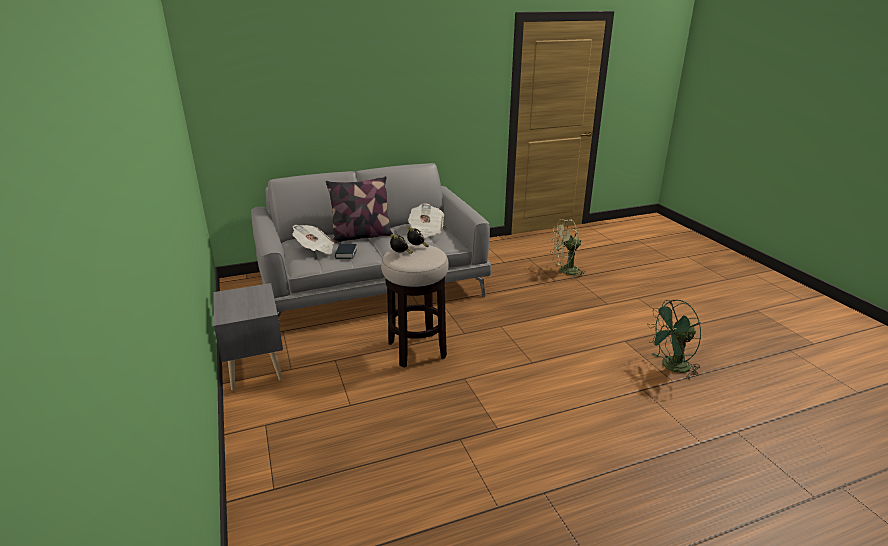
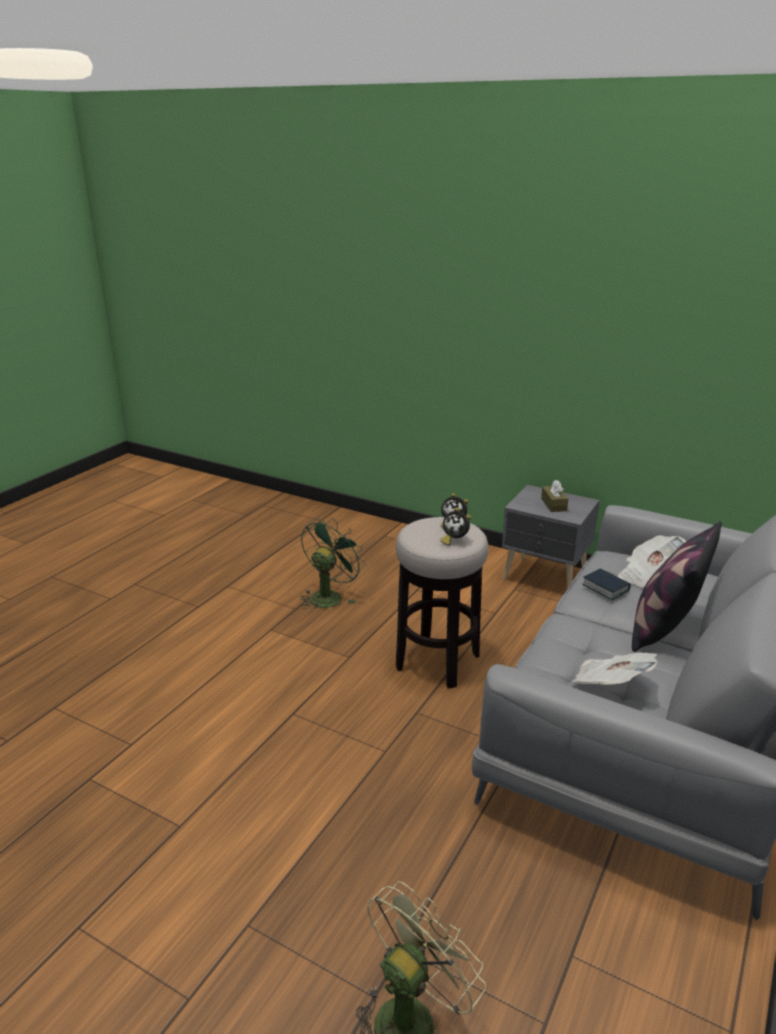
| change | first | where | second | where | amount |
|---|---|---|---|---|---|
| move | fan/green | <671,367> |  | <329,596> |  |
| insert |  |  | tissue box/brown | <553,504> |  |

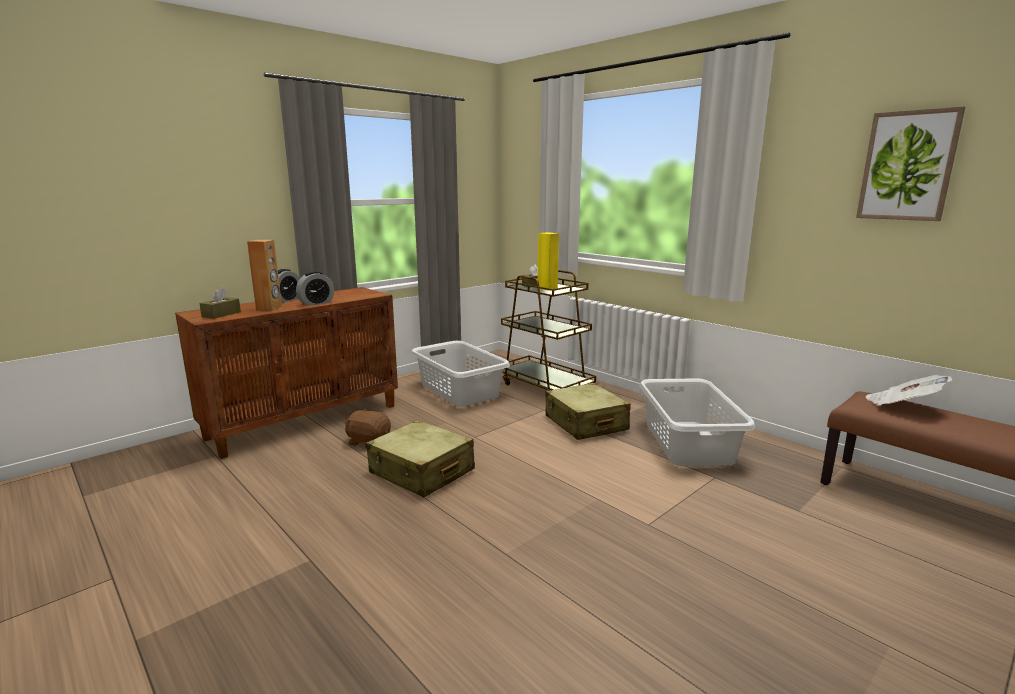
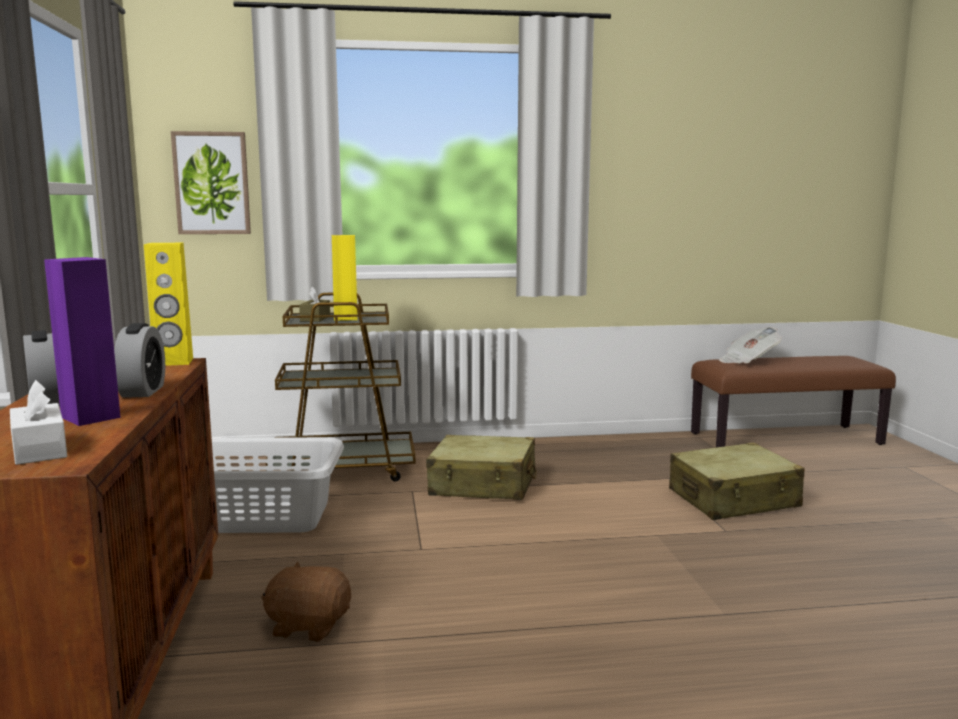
| change | first | where | second | where | amount |
|---|---|---|---|---|---|
| move | picture | <907,166> |  | <212,183> |  |
| recolor | speaker/brown | <269,308> | speaker/purple | <91,417> |  |
| recolor | tissue box/brown | <221,314> | tissue box/white | <39,449> |  |
| delete | laundry basket/grey | <687,443> |  |  |  |
| rotate | plush toy/brown | <368,441> |  | <308,626> | 45 degrees clockwise |
| move | suitcase/beige | <421,472> |  | <733,499> |  |
| insert |  |  | speaker/yellow | <173,362> |  |

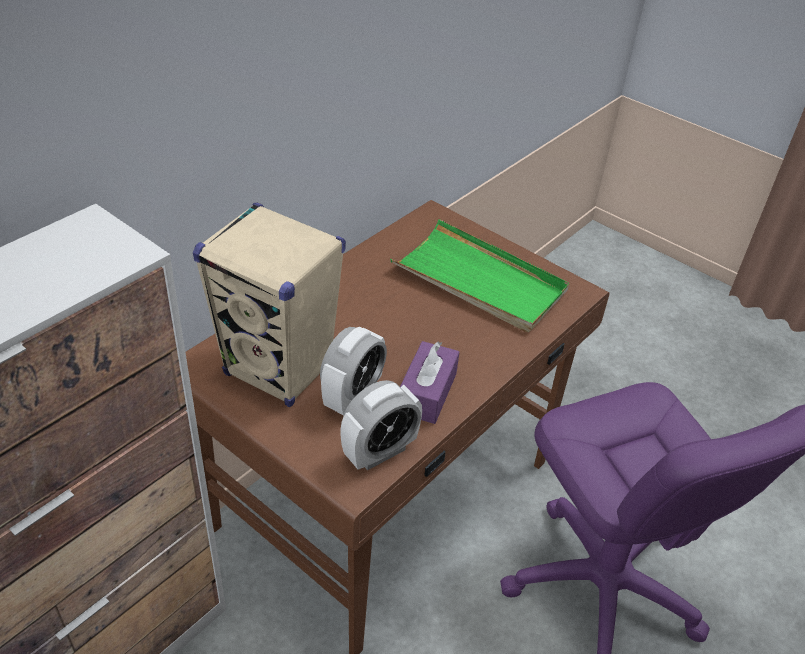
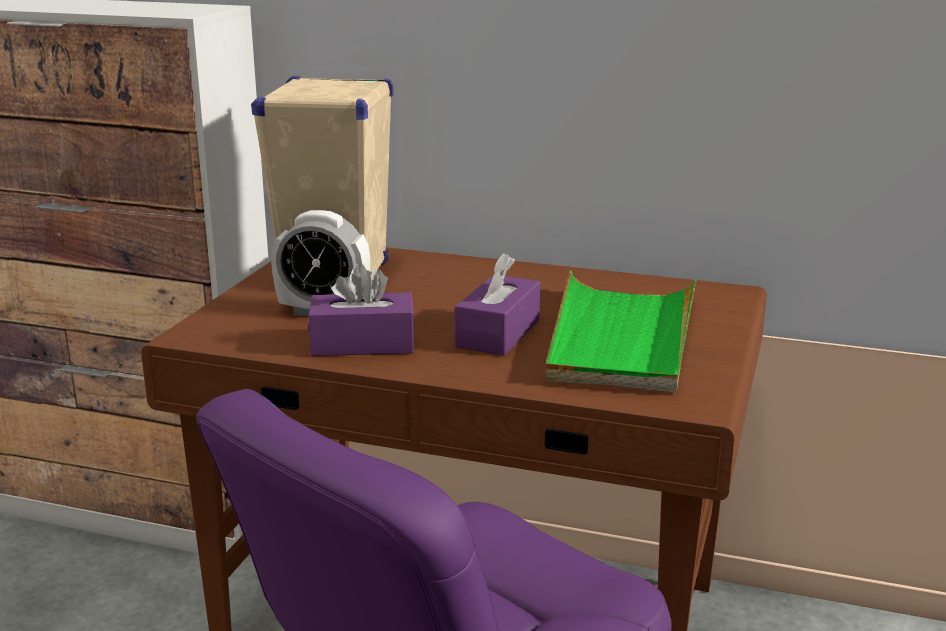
| change | first | where | second | where | amount |
|---|---|---|---|---|---|
| delete | alarm clock | <379,452> |  |  |  |
| insert |  |  | tissue box/purple | <498,333> |  |

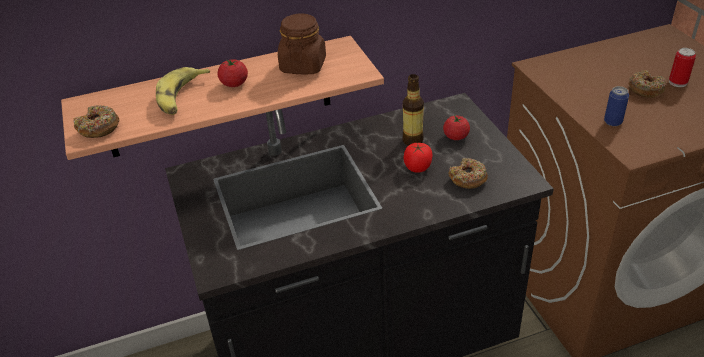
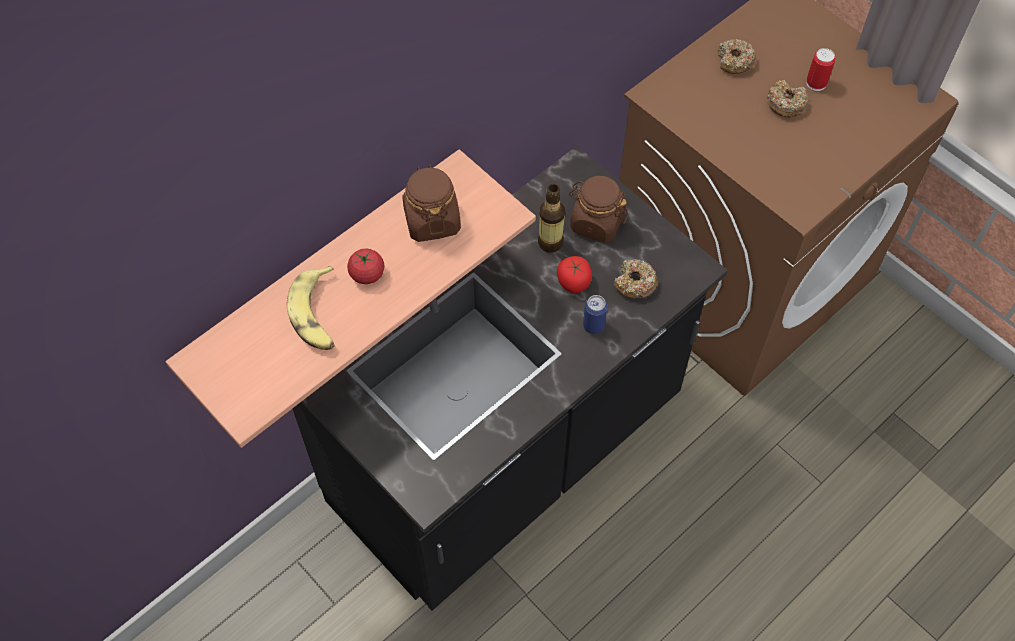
| change | first | where | second | where | amount |
|---|---|---|---|---|---|
| move | can | <613,122> |  | <593,326> |  |
| move | donut | <99,128> |  | <734,61> |  |
| replace | tomato | <456,136> | jar/brown | <596,222> |  |

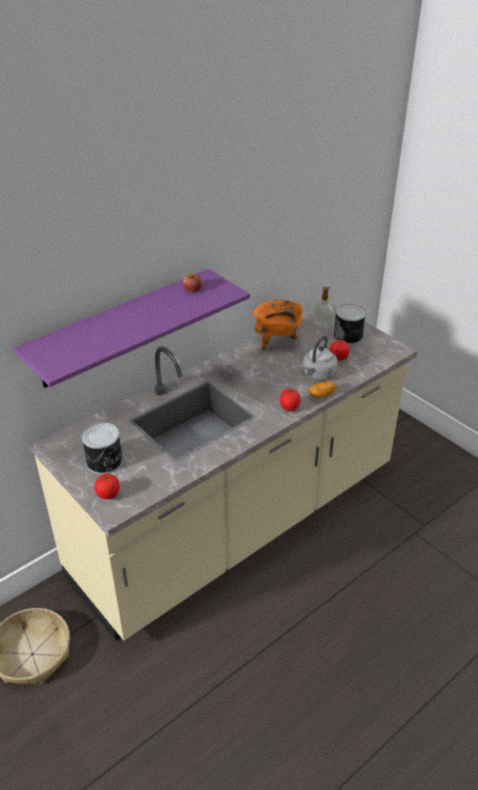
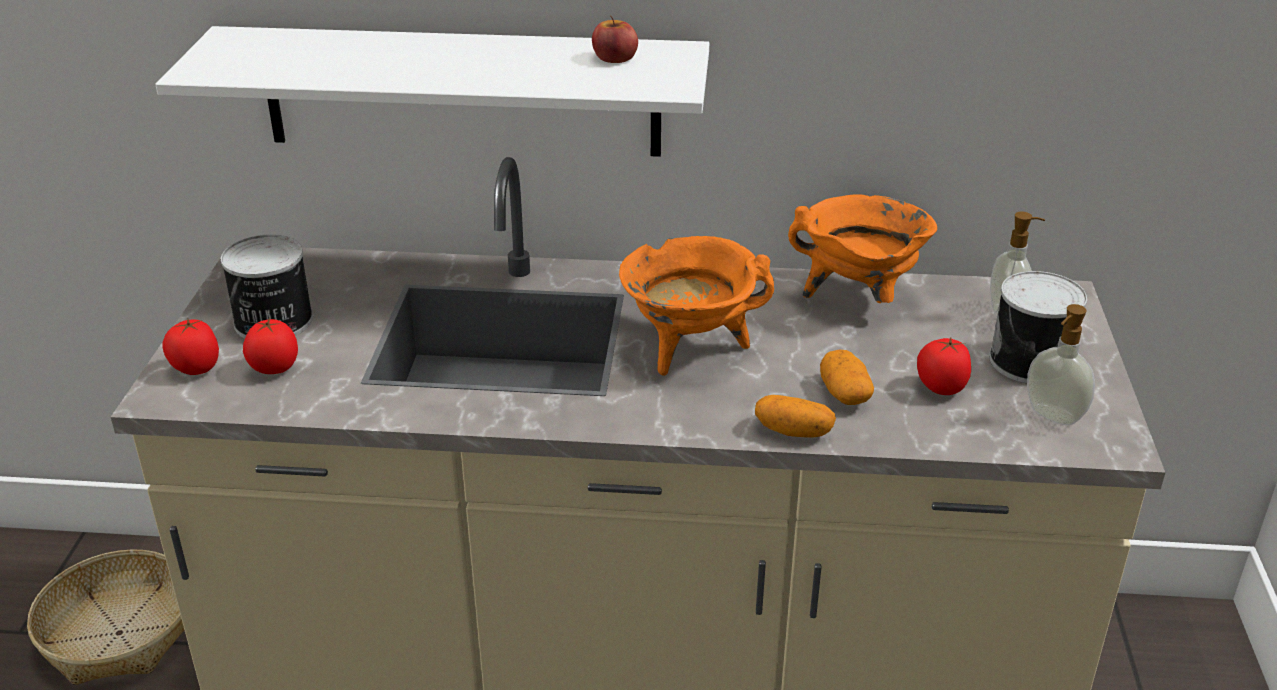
| change | first | where | second | where | amount |
|---|---|---|---|---|---|
| recolor | shelf/purple | <121,328> | shelf/white | <461,91> |  |
| replace | kettle/grey | <318,375> | potato | <844,394> |  |
| move | tomato | <289,408> |  | <274,369> |  |
| insert |  |  | cooking pot/orange | <690,349> |  |
| insert |  |  | soap dispenser | <1052,416> |  |

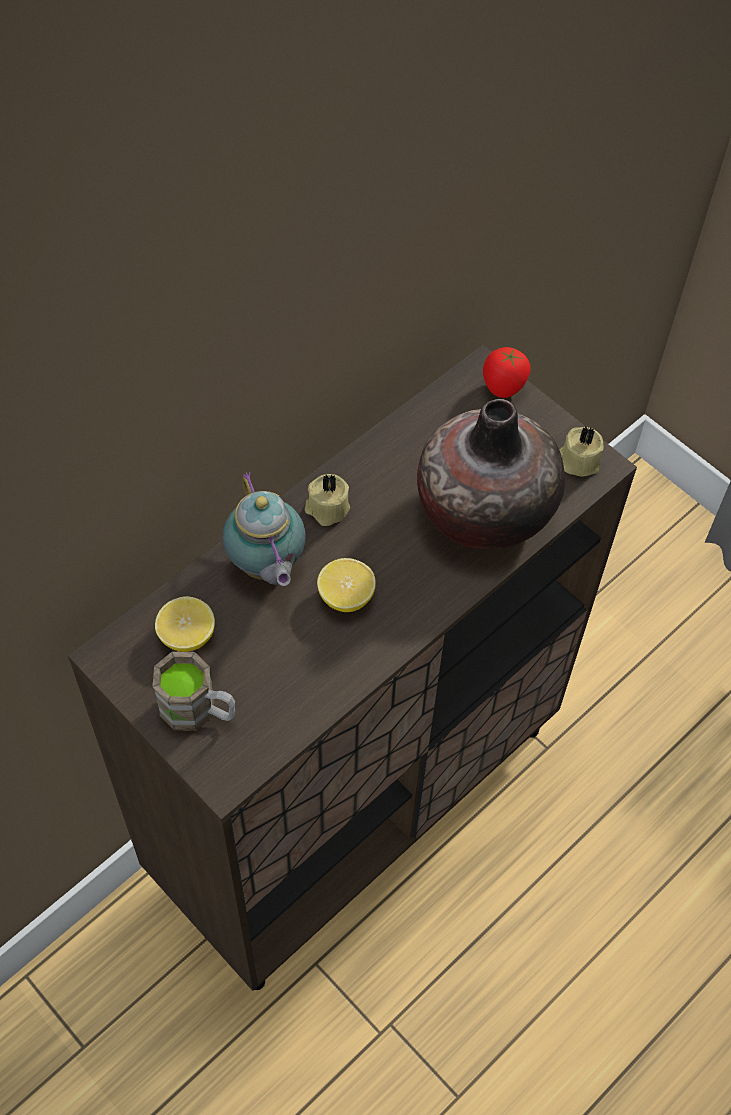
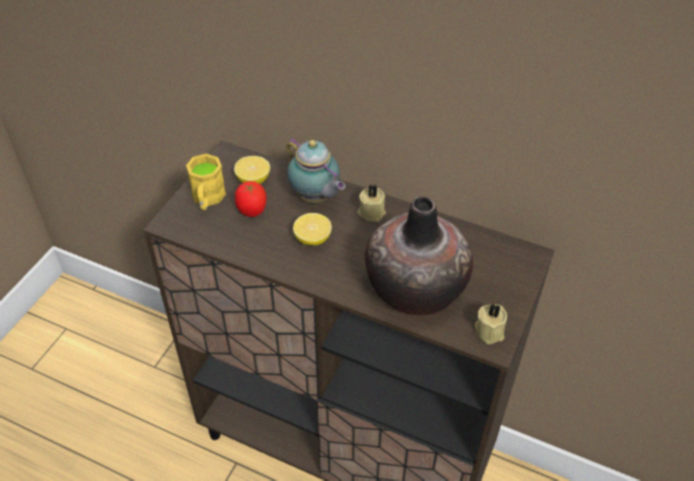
| change | first | where | second | where | amount |
|---|---|---|---|---|---|
| move | tomato | <503,389> |  | <252,212> |  |
| rotate | teapot | <266,566> |  | <315,198> | 90 degrees counterclockwise |
| recolor | mug/brown | <199,710> | mug/yellow | <207,199> |  |

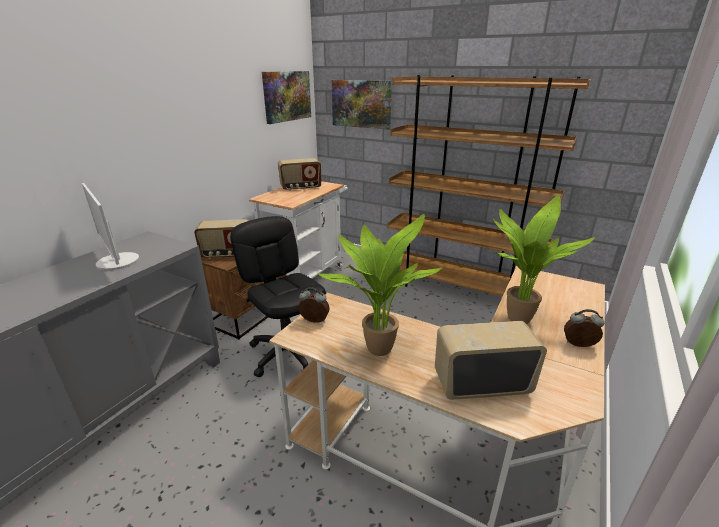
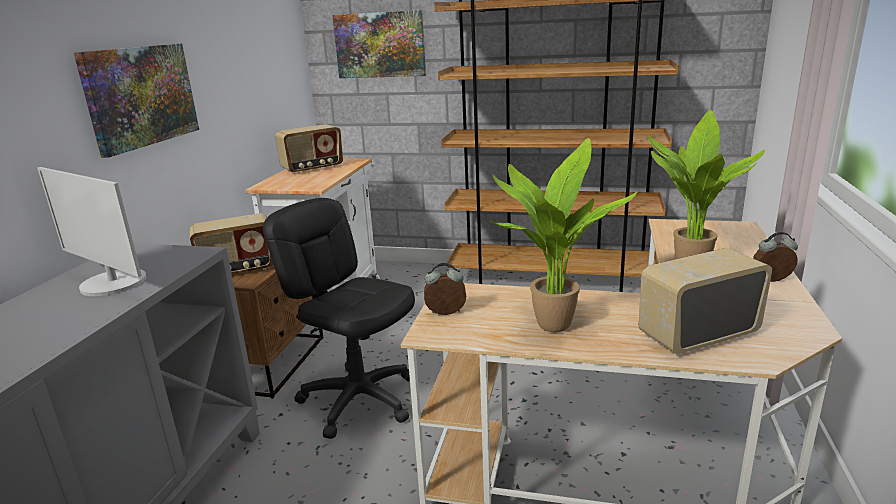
| change | first | where | second | where | amount |
|---|---|---|---|---|---|
| move | picture | <287,96> |  | <141,96> |  |

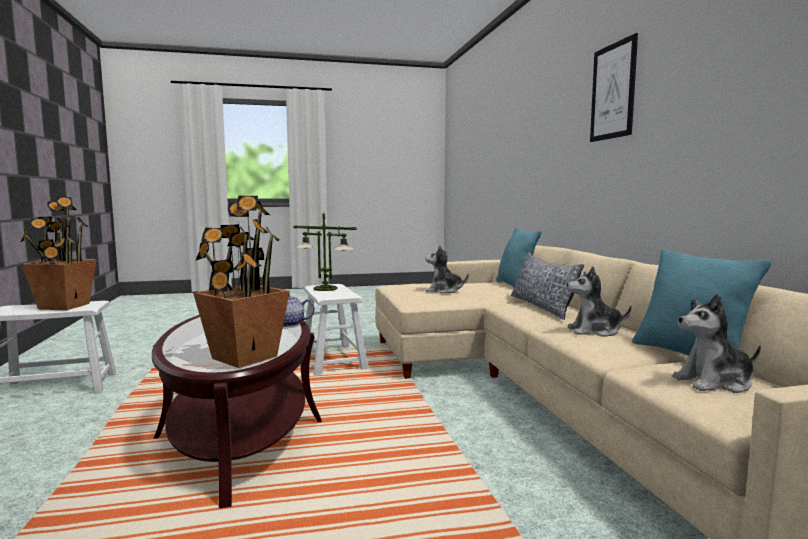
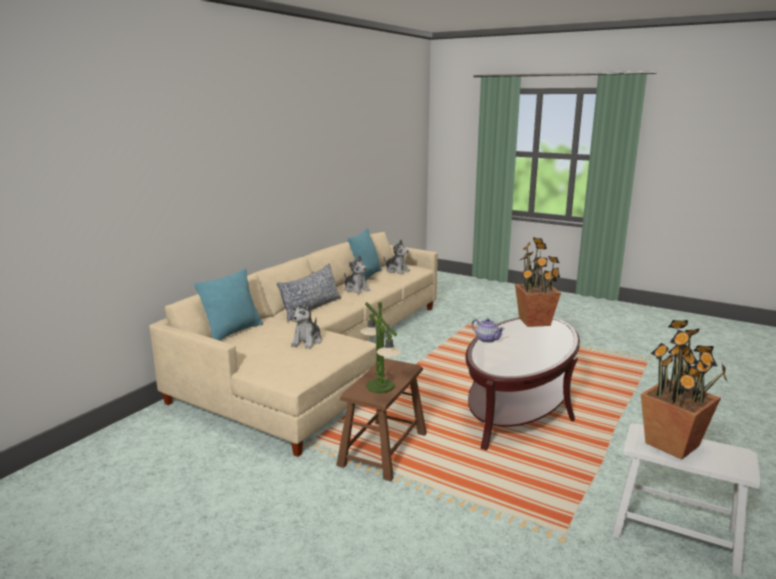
| change | first | where | second | where | amount |
|---|---|---|---|---|---|
| delete | picture | <613,91> |  |  |  |
| rotate | plush toy | <444,291> |  | <307,341> | 45 degrees clockwise |
| recolor | stool/white | <333,359> | stool/brown | <383,449> |  |

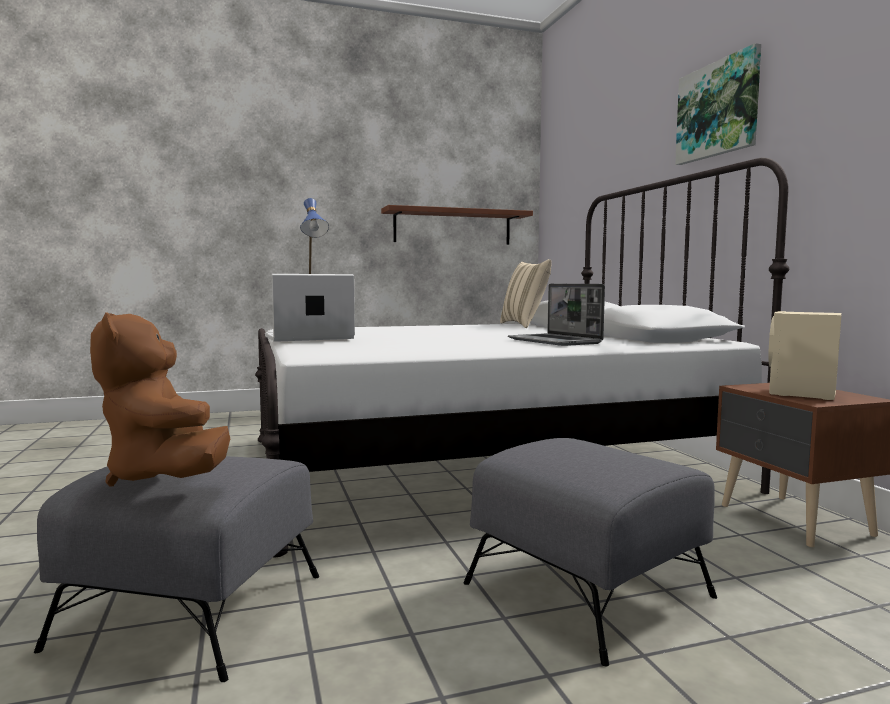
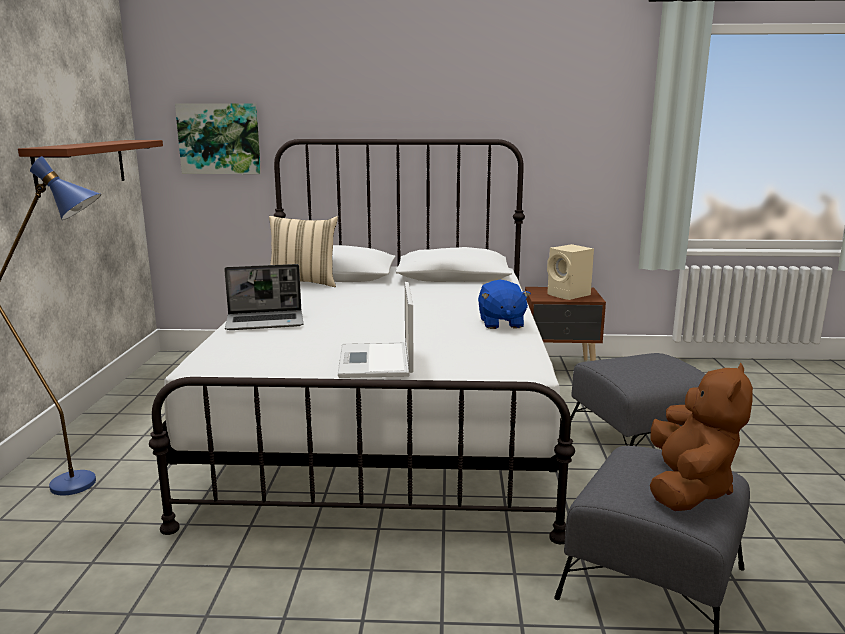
| change | first | where | second | where | amount |
|---|---|---|---|---|---|
| move | picture | <718,109> |  | <219,139> |  |
| move | laptop | <555,341> |  | <266,322> |  |
| rotate | plush toy/brown | <165,477> |  | <688,488> | 60 degrees counterclockwise |
| insert |  |  | plush toy/blue | <500,323> |  |

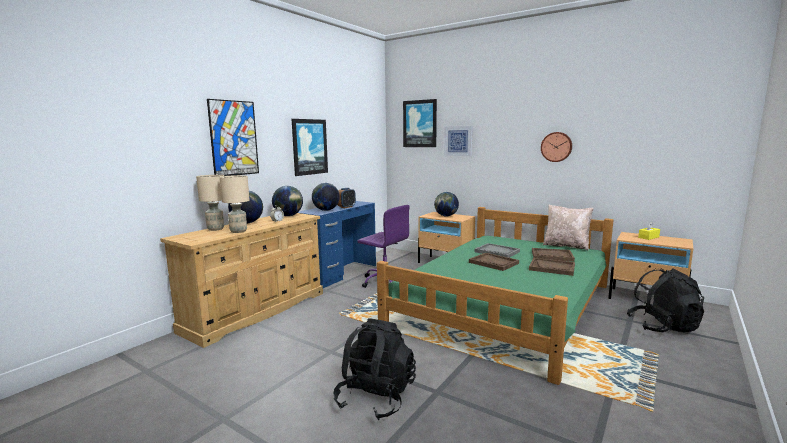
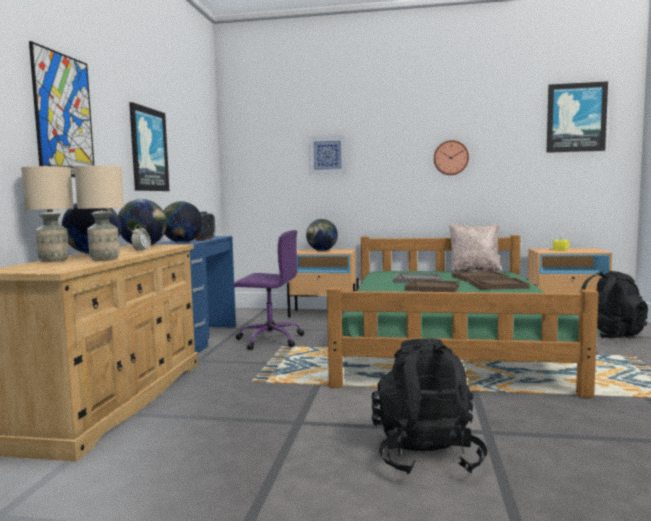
| change | first | where | second | where | amount |
|---|---|---|---|---|---|
| move | picture | <420,123> |  | <576,117> |  |

